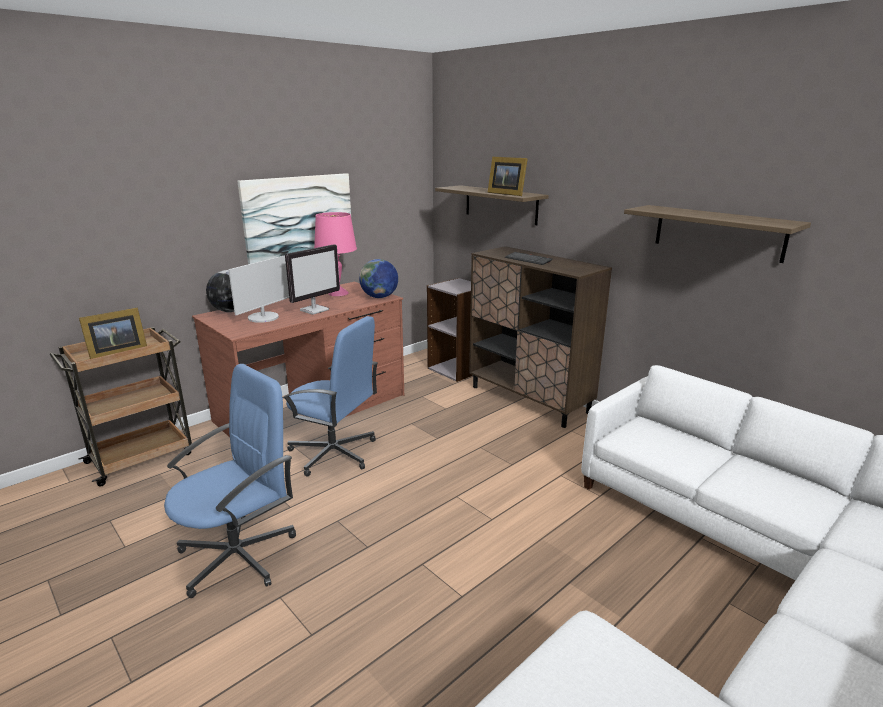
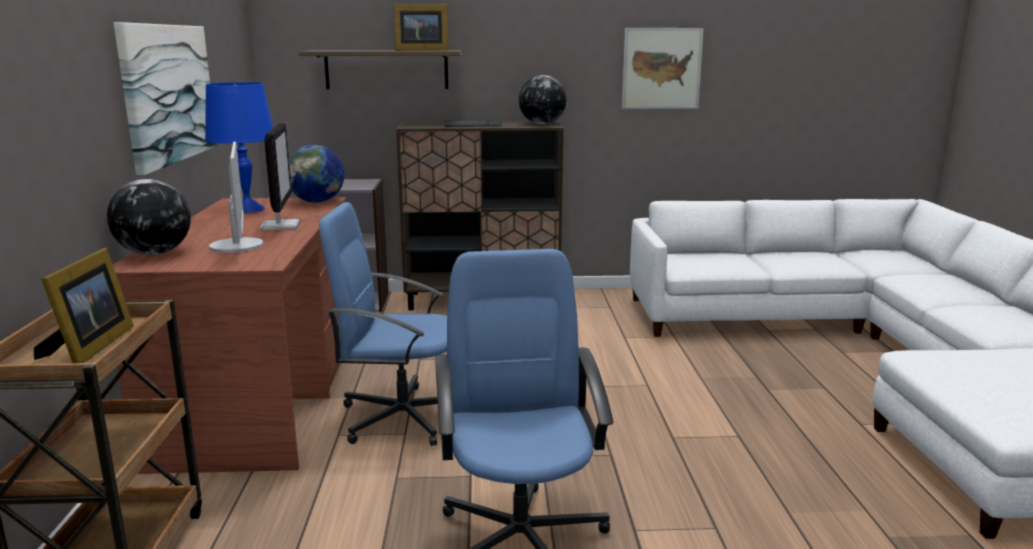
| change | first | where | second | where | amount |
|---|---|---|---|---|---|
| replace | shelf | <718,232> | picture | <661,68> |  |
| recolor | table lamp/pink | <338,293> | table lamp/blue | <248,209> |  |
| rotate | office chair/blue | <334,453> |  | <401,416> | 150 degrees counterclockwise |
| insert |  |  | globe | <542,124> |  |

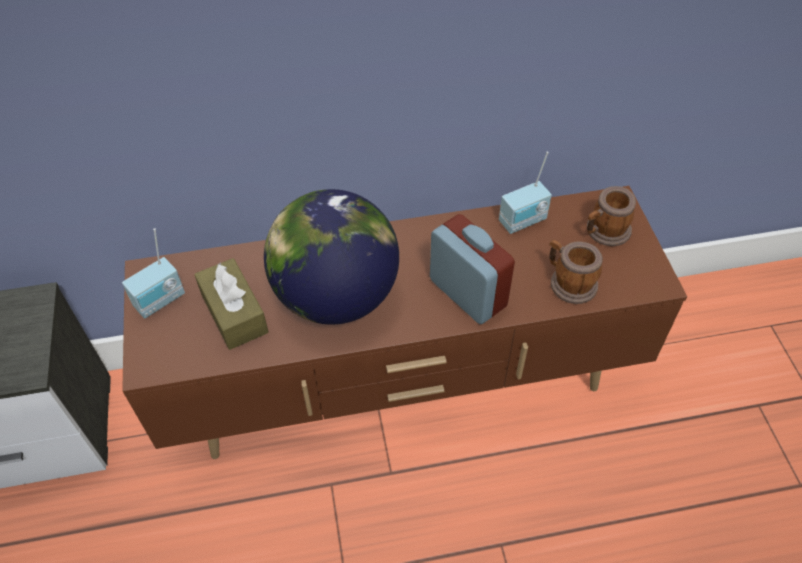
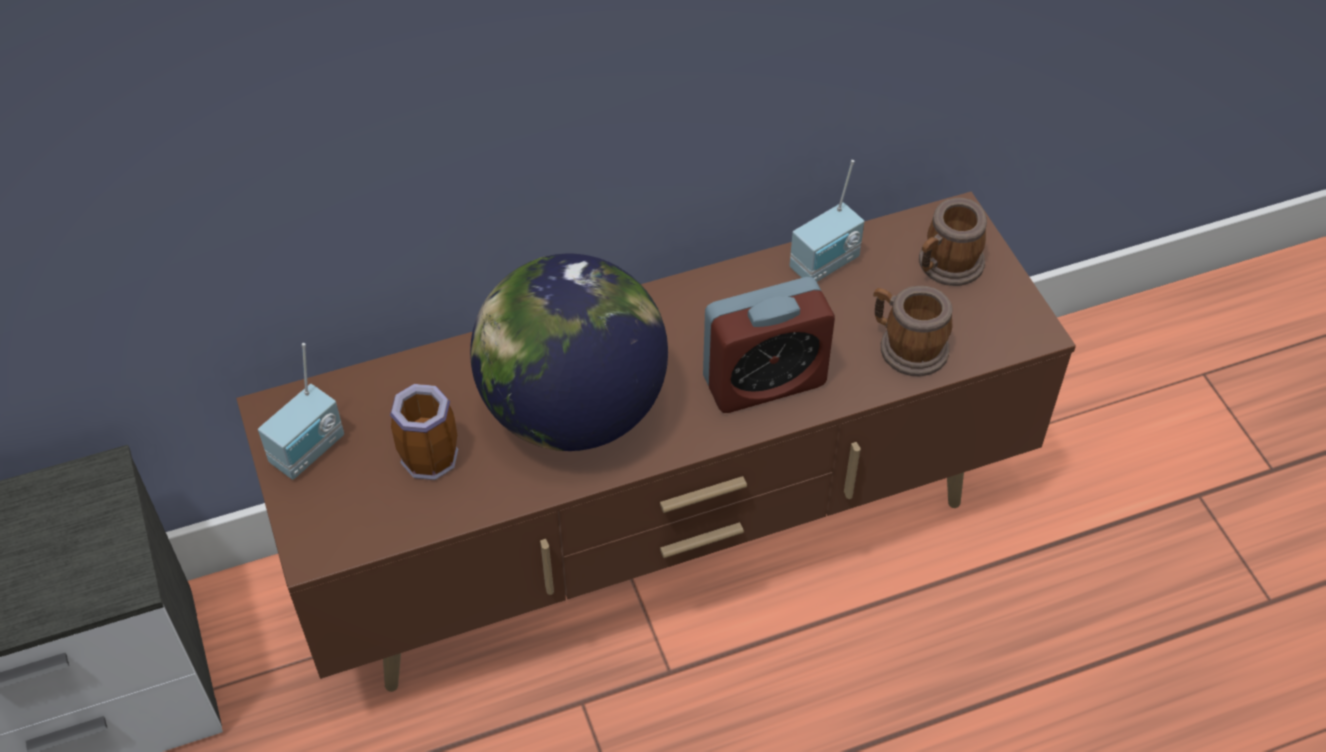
| change | first | where | second | where | amount |
|---|---|---|---|---|---|
| rotate | alarm clock | <467,293> |  | <764,381> | 120 degrees clockwise |
| replace | tissue box/brown | <234,313> | mug | <426,454> |  |

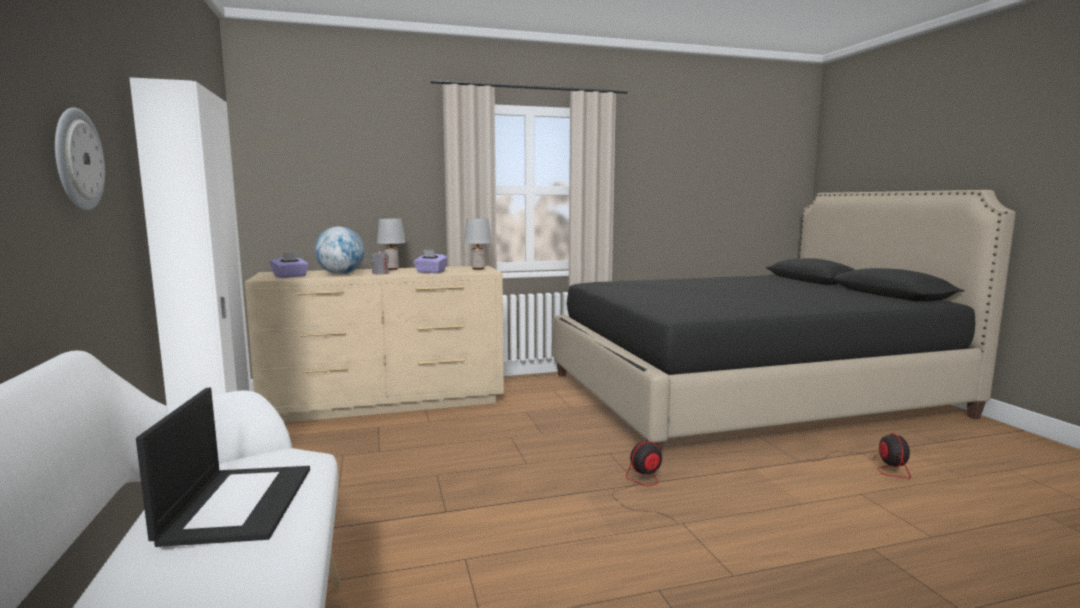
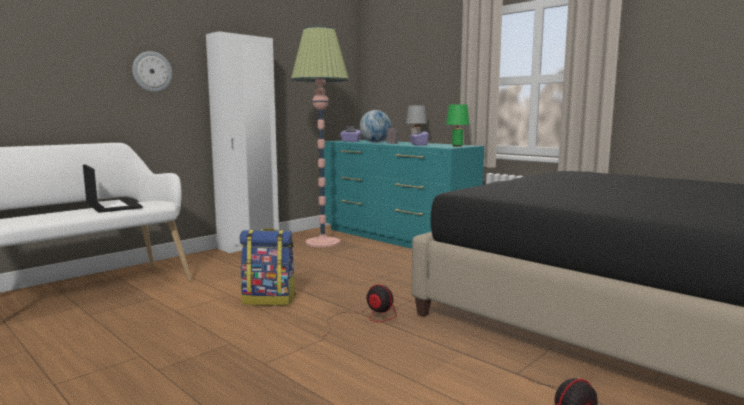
| change | first | where | second | where | amount |
|---|---|---|---|---|---|
| recolor | table lamp/grey | <478,269> | table lamp/green | <457,146> |  |
| recolor | dresser/beige | <387,403> | dresser/turquoise | <397,238> |  |
| rotate | laptop | <237,503> |  | <113,206> | 90 degrees counterclockwise |
| insert |  |  | floor lamp | <322,242> |  |
| insert |  |  | backpack | <269,300> |  |

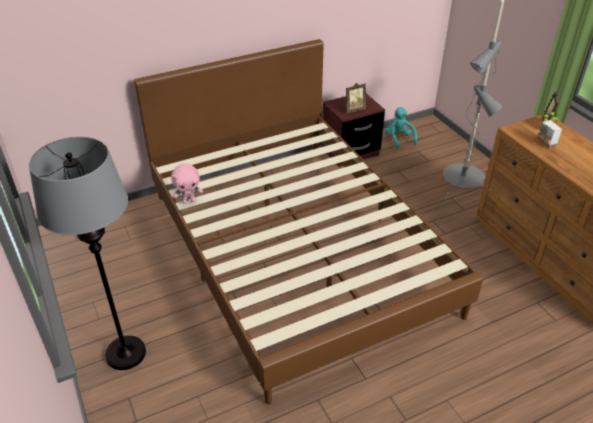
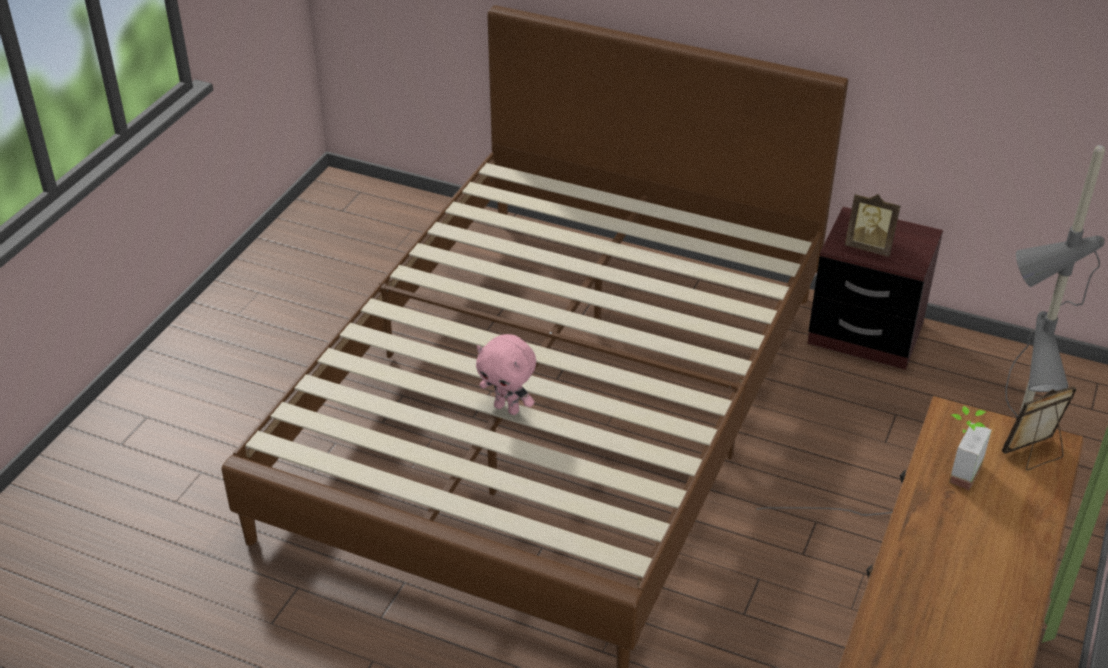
| change | first | where | second | where | amount |
|---|---|---|---|---|---|
| delete | plush toy/turquoise | <399,139> |  |  |  |
| delete | floor lamp/grey | <126,353> |  |  |  |
| move | plush toy/pink | <189,201> |  | <508,408> |  |

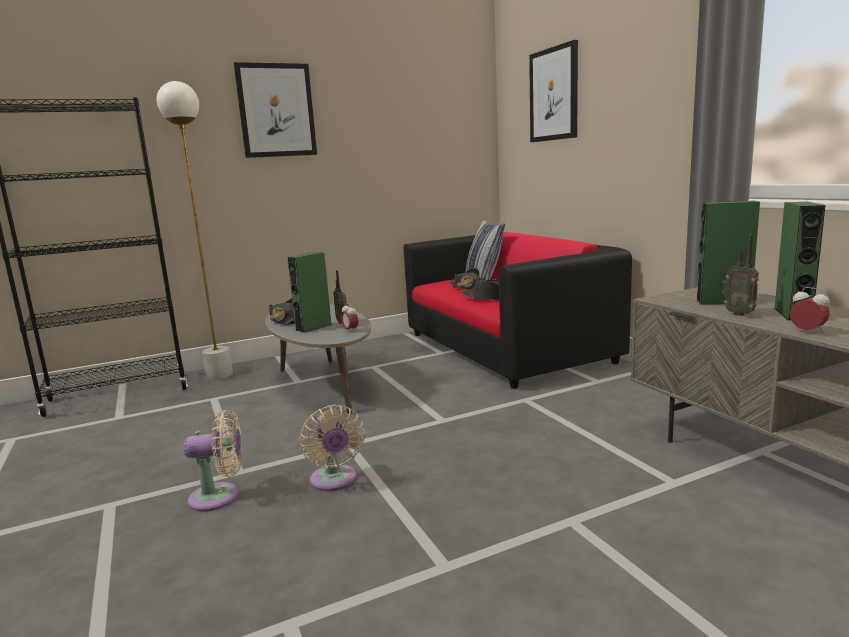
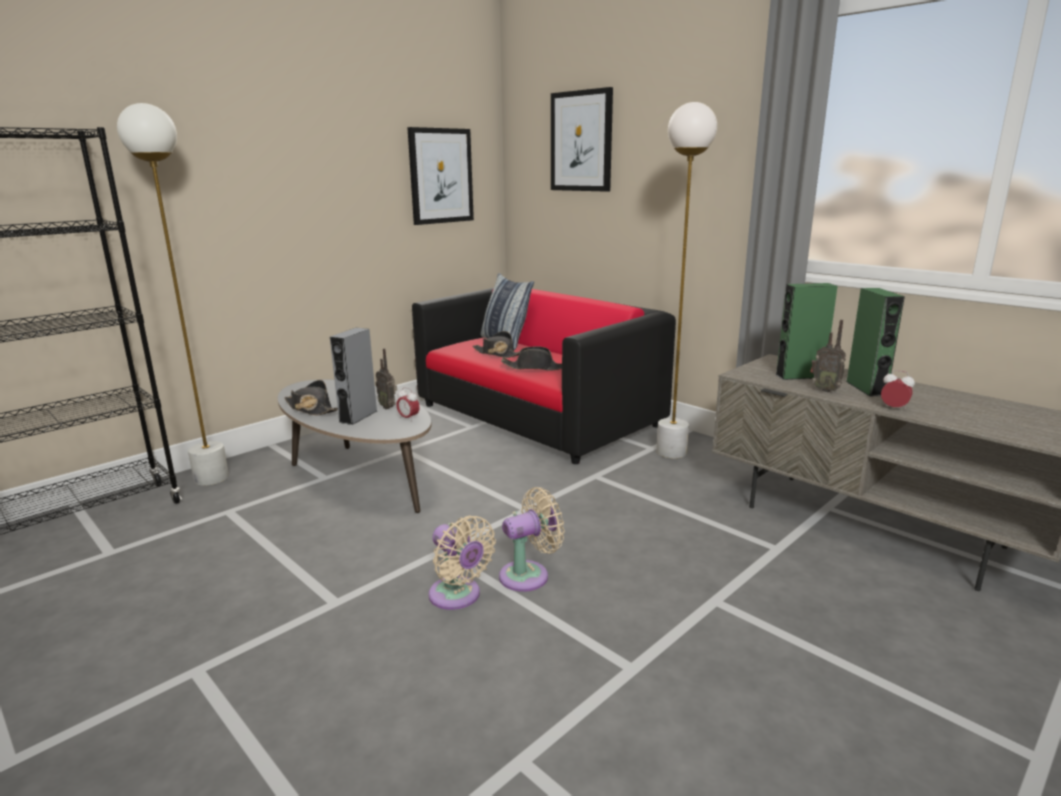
| change | first | where | second | where | amount |
|---|---|---|---|---|---|
| move | picture | <276,110> |  | <440,176> |  |
| recolor | speaker/green | <313,327> | speaker/grey | <358,416> |  |
| move | fan/beige | <220,497> |  | <529,575> |  |
| insert |  |  | floor lamp/white | <671,452> |  |

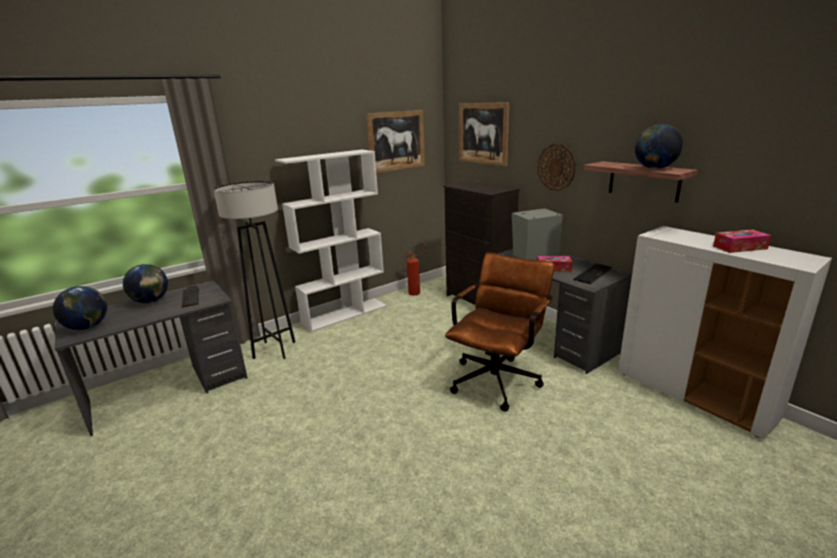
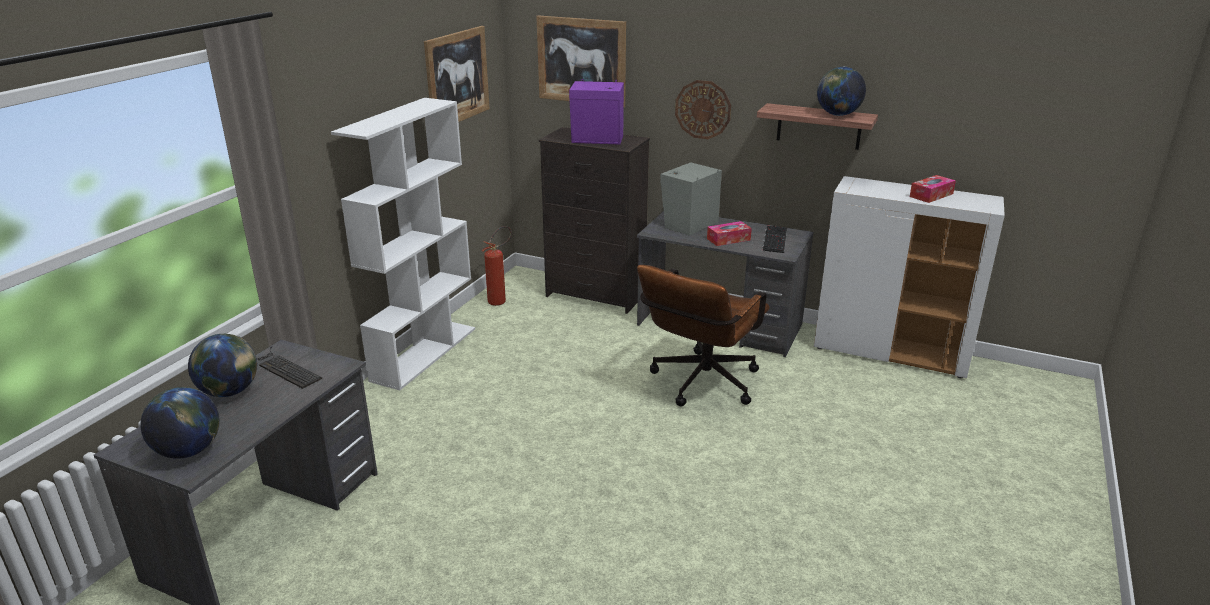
| change | first | where | second | where | amount |
|---|---|---|---|---|---|
| delete | floor lamp/grey | <274,350> |  |  |  |
| rotate | office chair/brown | <498,377> |  | <700,385> | 150 degrees counterclockwise |
| insert |  |  | speaker/purple | <598,140> |  |

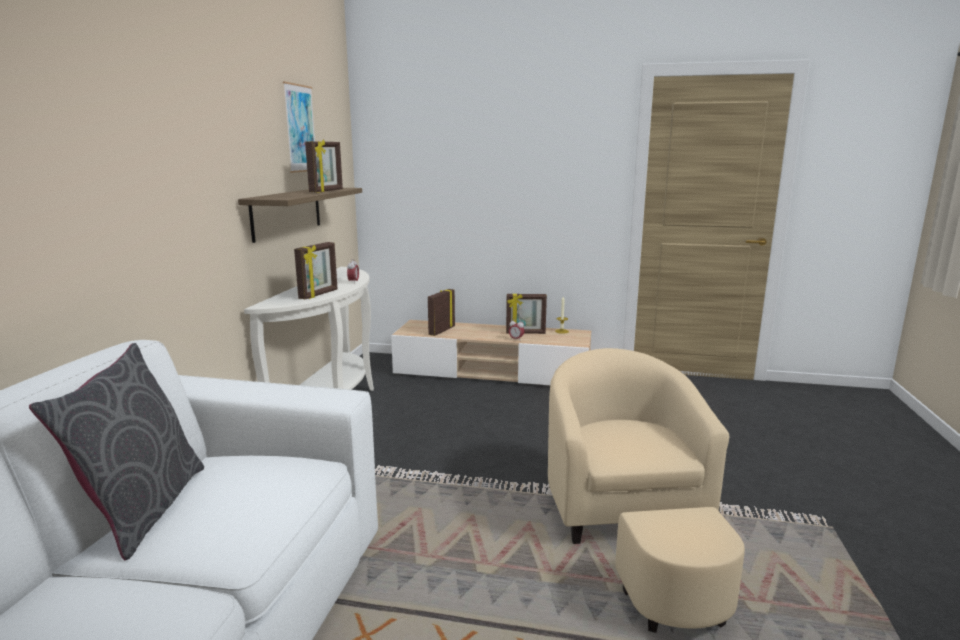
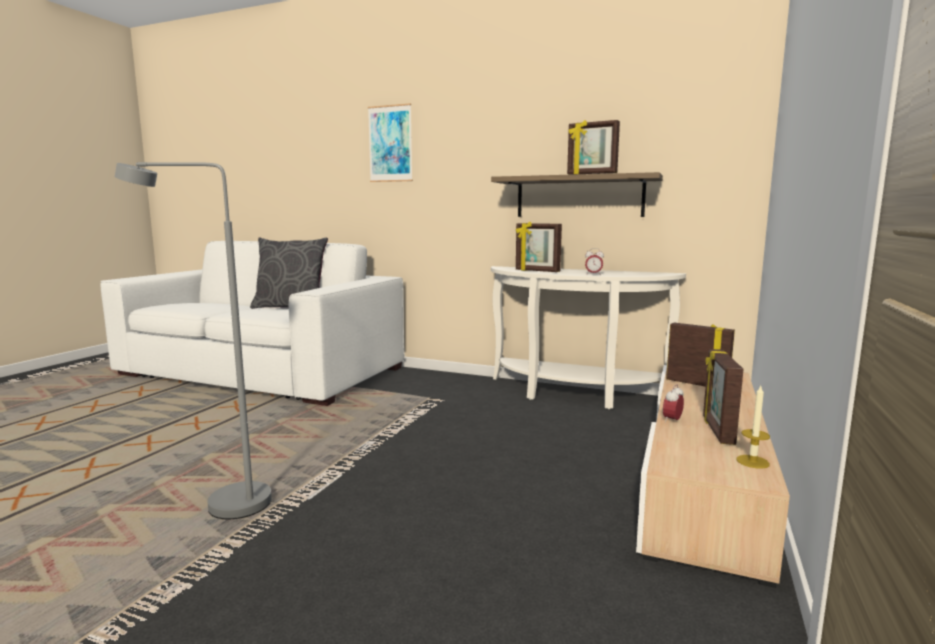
| change | first | where | second | where | amount |
|---|---|---|---|---|---|
| move | picture | <300,128> |  | <390,144> |  |
| replace | armchair/beige | <630,529> | floor lamp/grey | <222,505> |  |

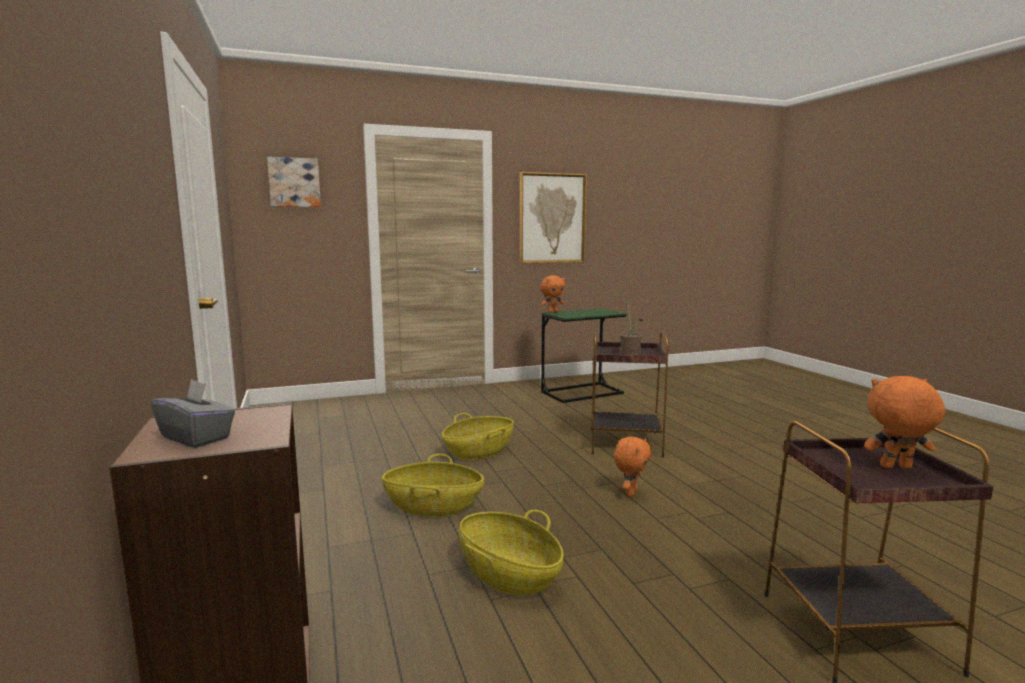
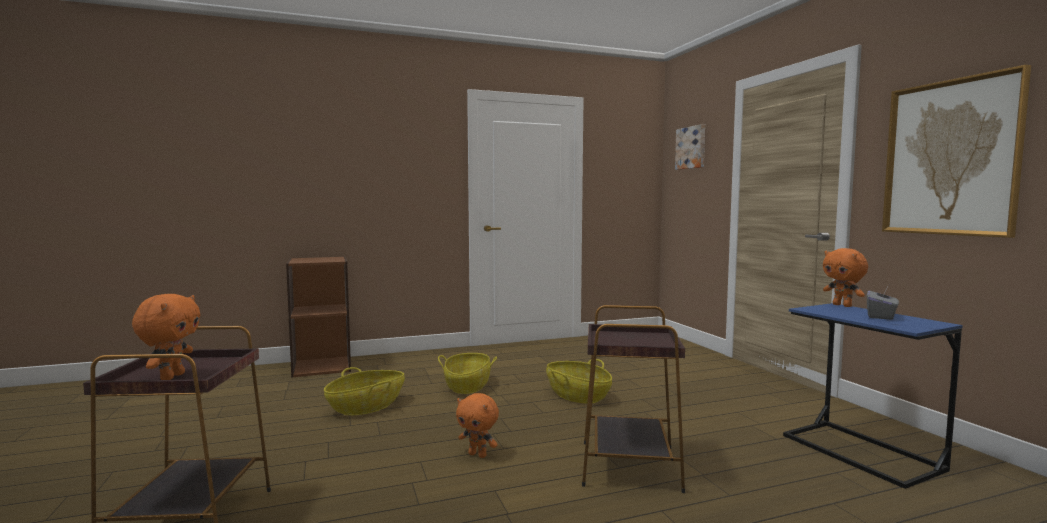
| change | first | where | second | where | amount |
|---|---|---|---|---|---|
| delete | potted plant | <630,353> |  |  |  |
| recolor | side table/green | <582,392> | side table/blue | <861,452> |  |
| move | tissue box/grey | <197,437> |  | <881,316> |  |

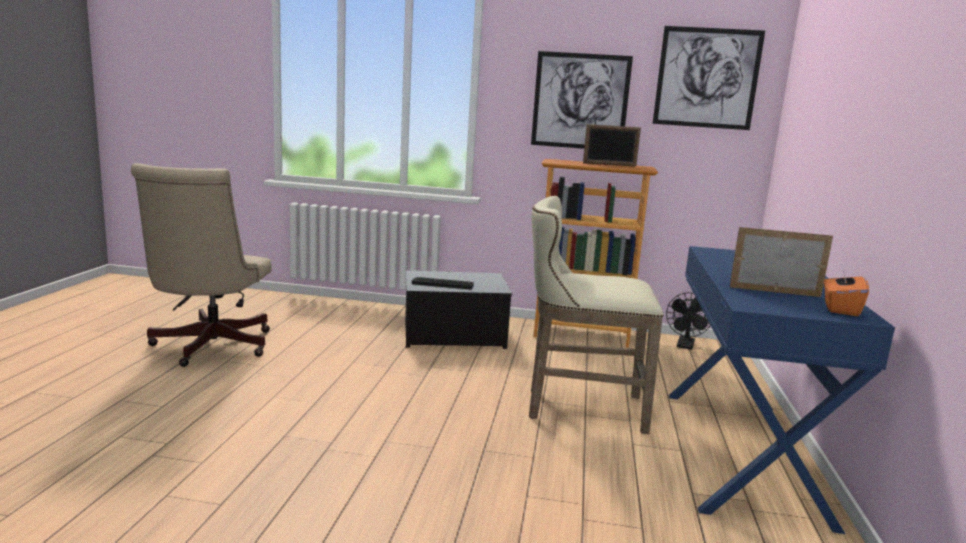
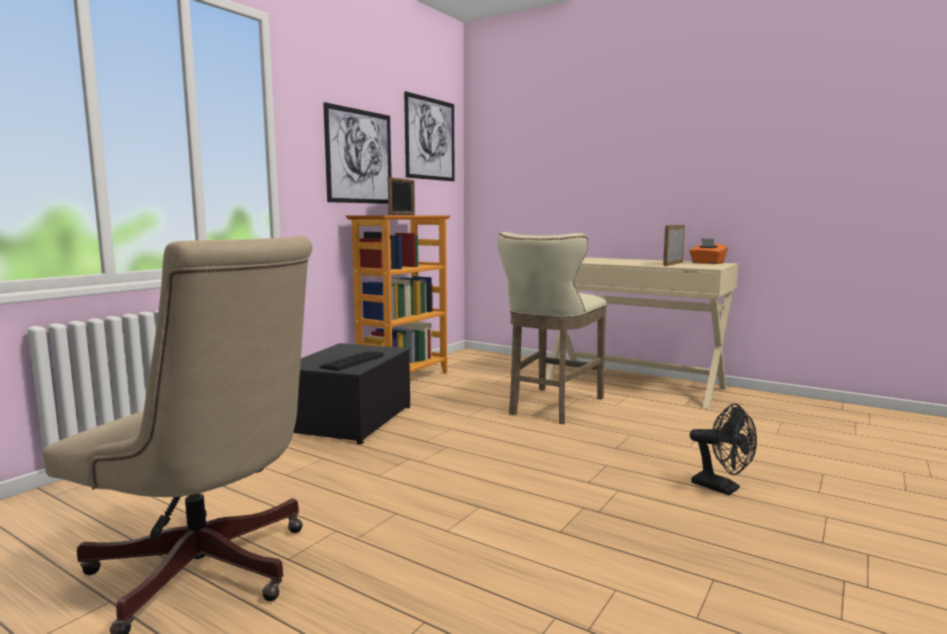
| change | first | where | second | where | amount |
|---|---|---|---|---|---|
| recolor | desk/blue | <742,452> | desk/beige | <633,384> |  |
| move | fan/black | <685,346> |  | <722,488> |  |

